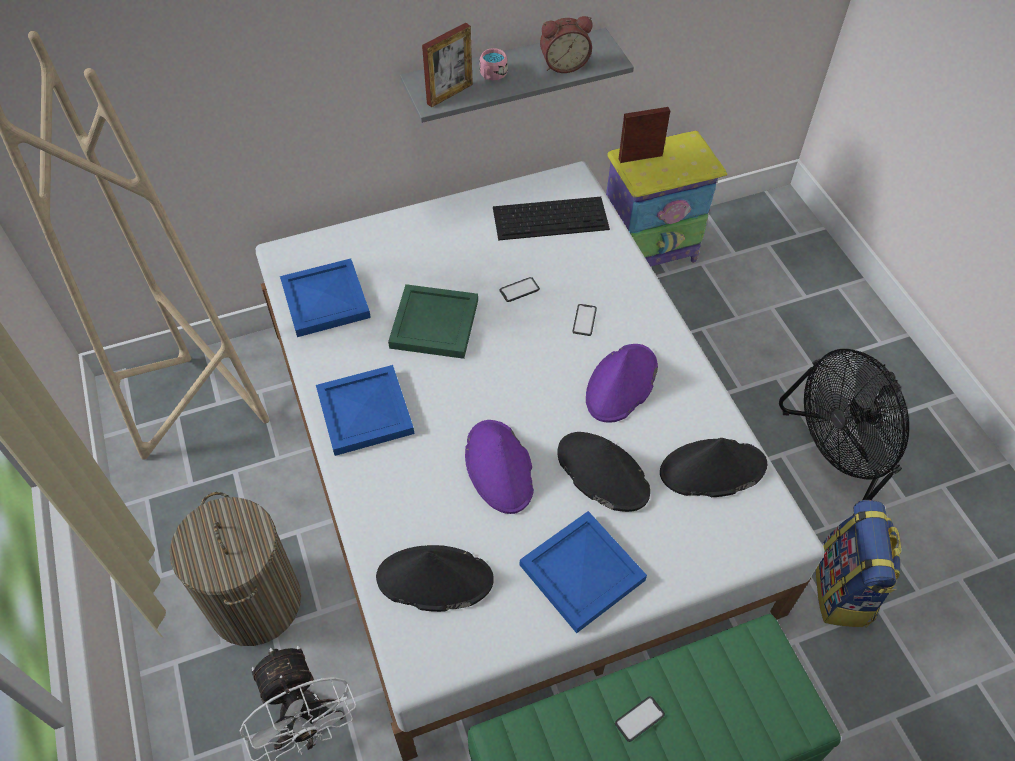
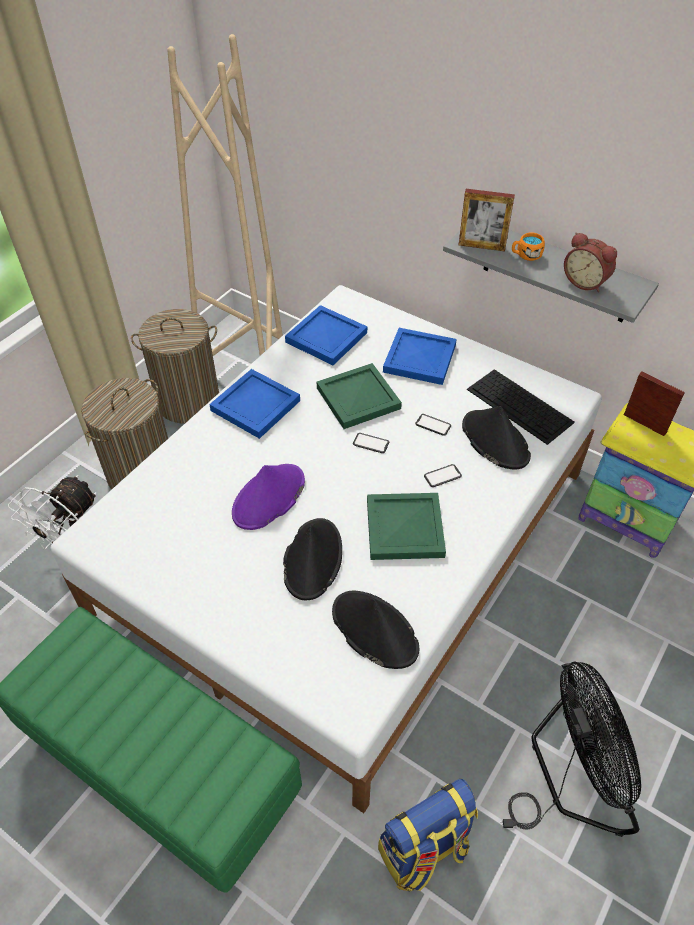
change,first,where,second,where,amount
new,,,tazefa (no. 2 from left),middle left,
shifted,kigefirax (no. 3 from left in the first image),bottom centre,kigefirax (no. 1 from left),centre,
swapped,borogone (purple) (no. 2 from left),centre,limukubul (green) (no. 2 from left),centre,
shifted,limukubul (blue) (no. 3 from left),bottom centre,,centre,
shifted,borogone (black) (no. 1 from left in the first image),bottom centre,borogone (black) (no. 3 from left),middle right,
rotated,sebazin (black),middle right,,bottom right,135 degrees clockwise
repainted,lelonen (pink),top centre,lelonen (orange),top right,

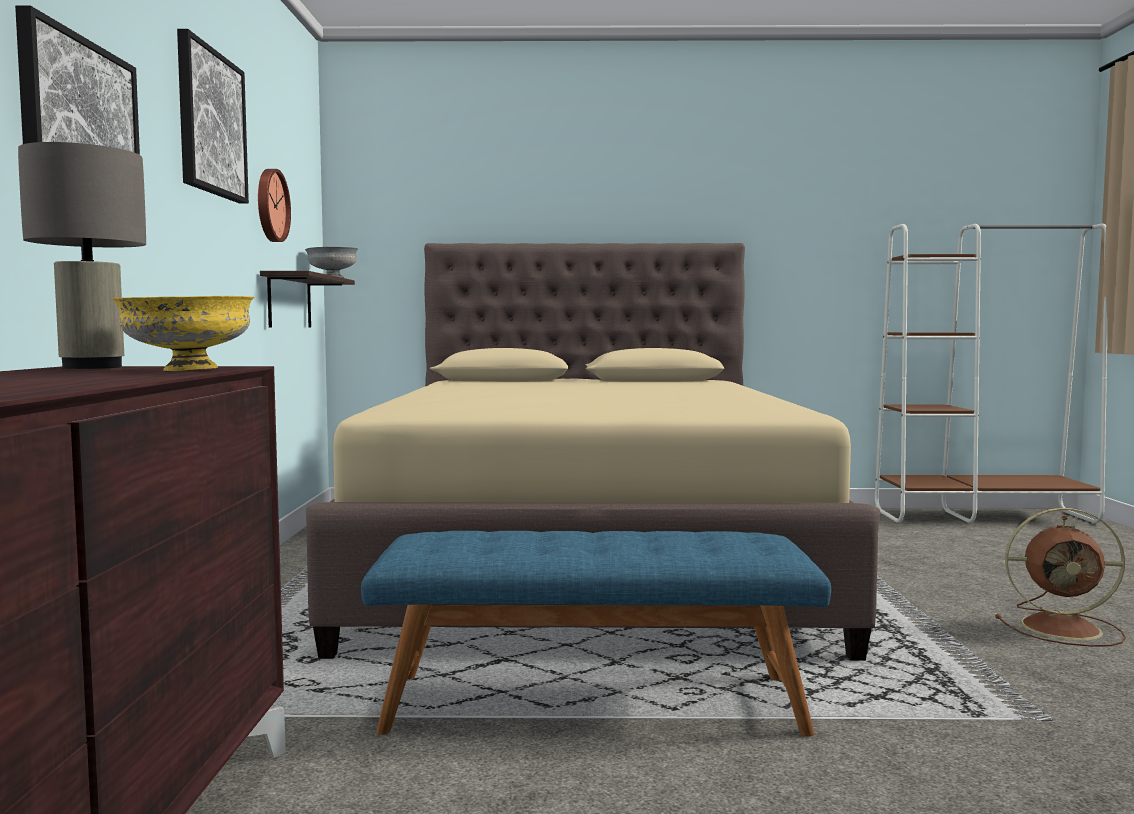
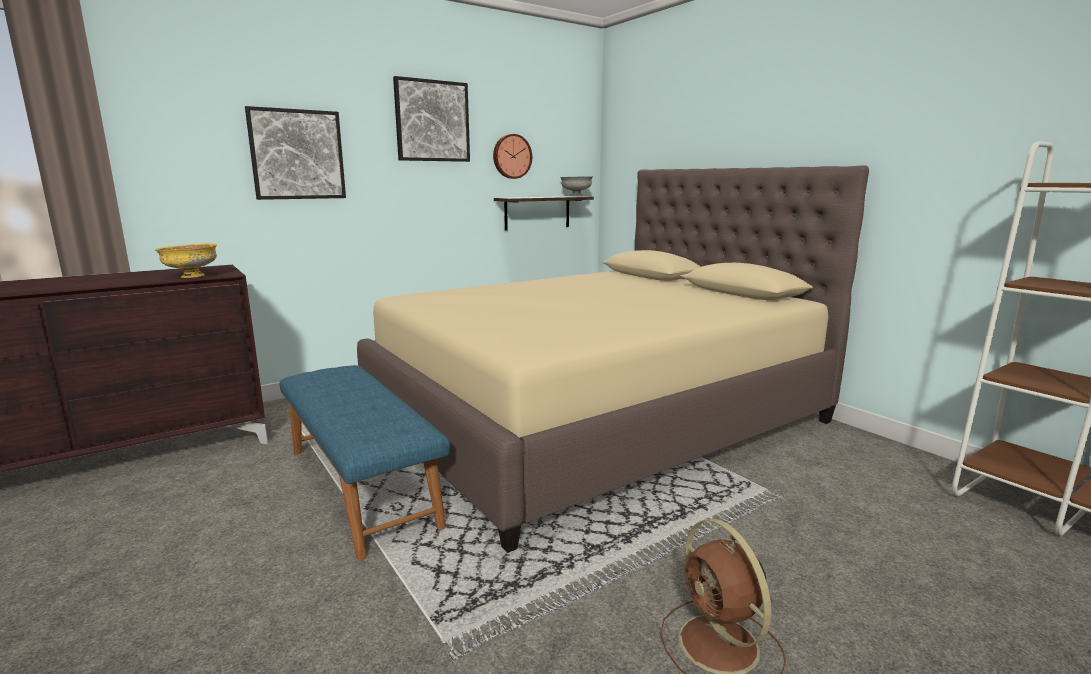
change,first,where,second,where,amount
gone,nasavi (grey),top left,,,

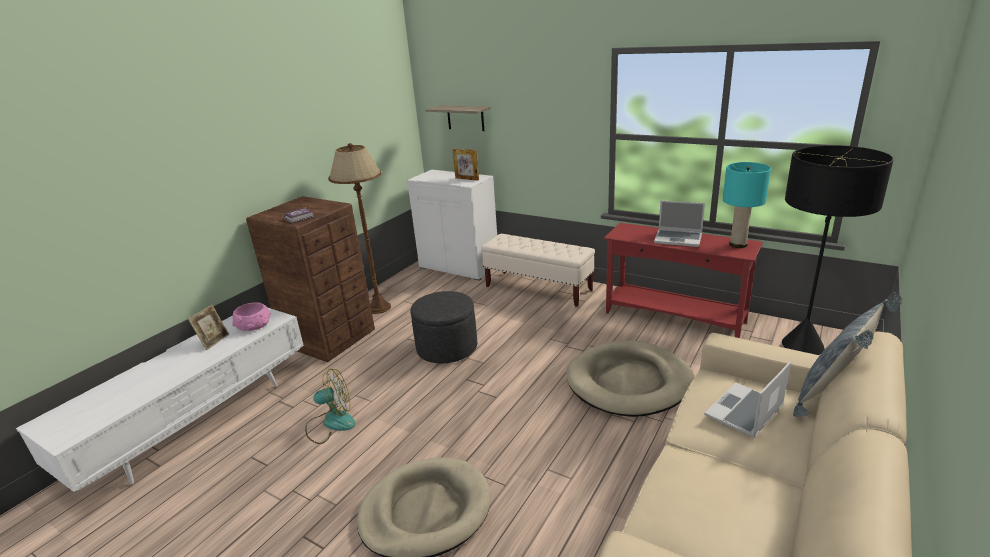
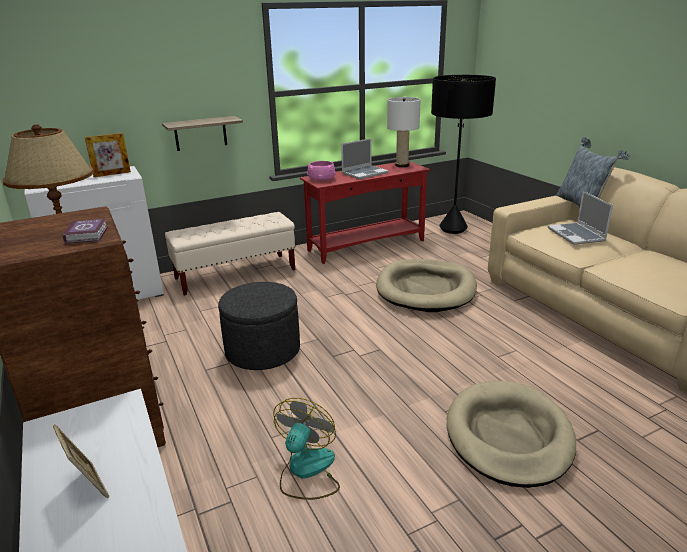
change,first,where,second,where,amount
shifted,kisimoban,top centre,,top left,
shifted,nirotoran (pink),middle left,,top centre,
repainted,nasavi (turquoise),middle right,nasavi (white),top centre,

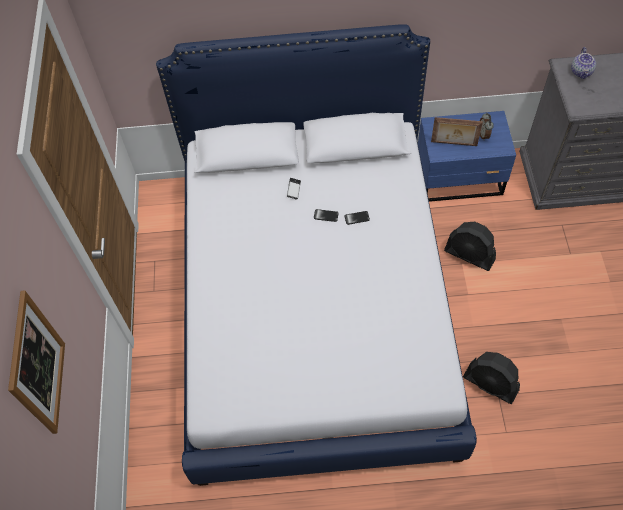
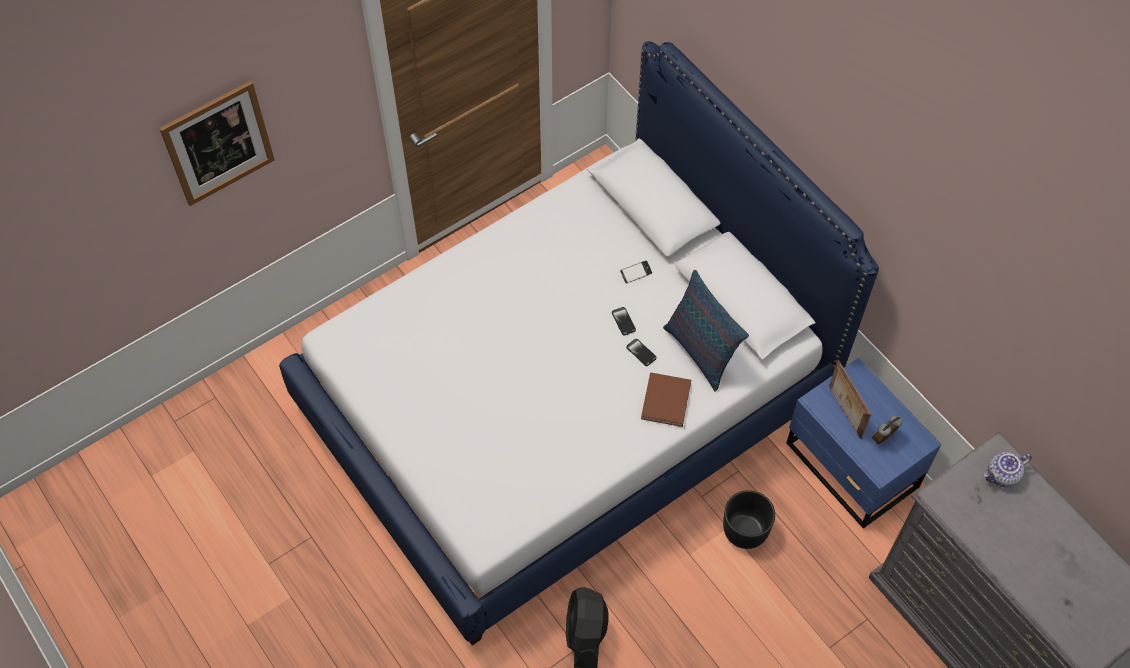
change,first,where,second,where,amount
new,,,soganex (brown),centre,
new,,,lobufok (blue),centre,
swapped,sebazin (black) (no. 1 from left),middle right,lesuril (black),bottom centre,

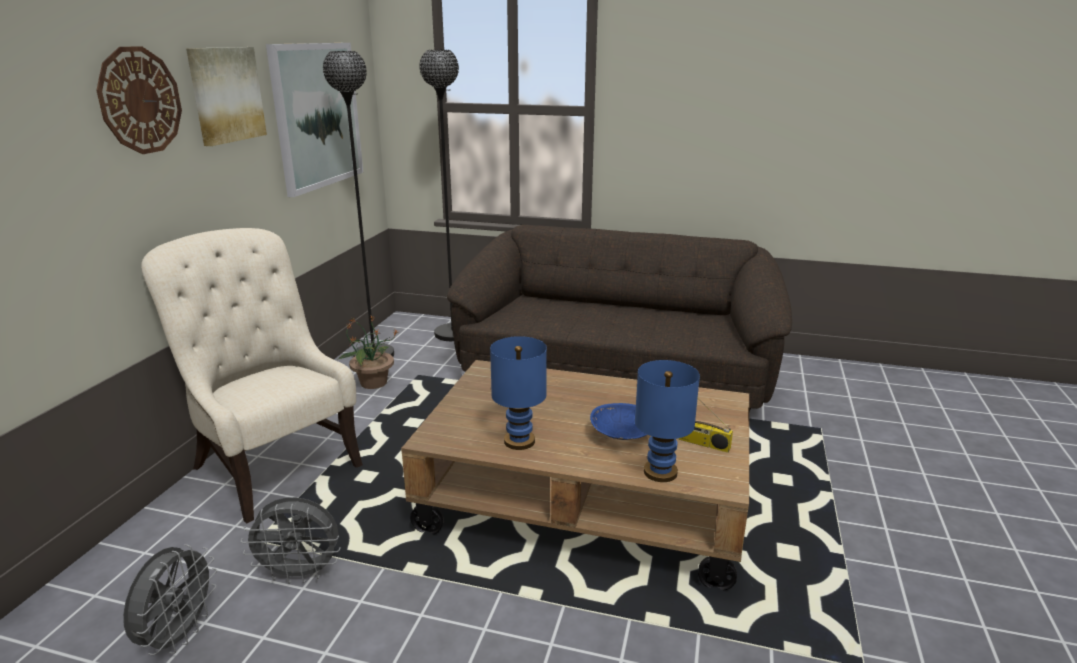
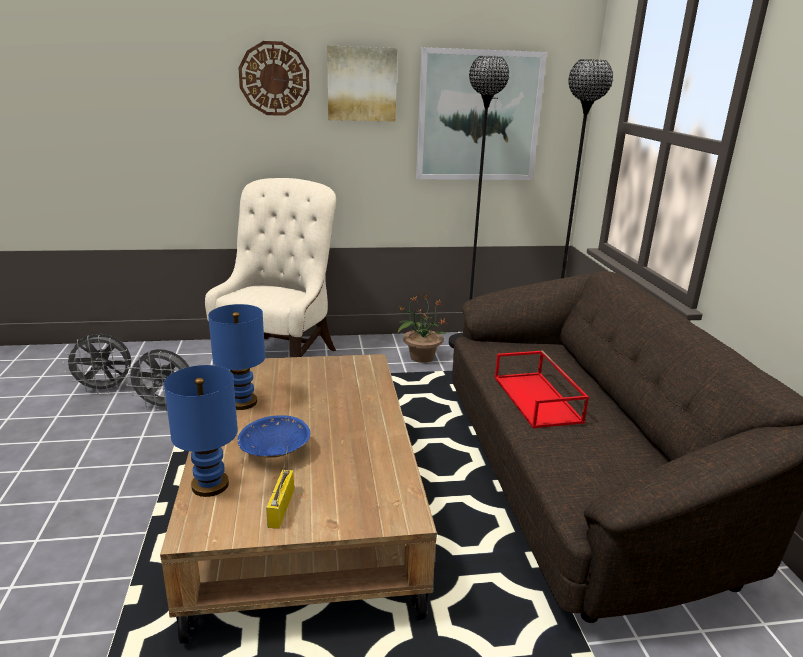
change,first,where,second,where,amount
rotated,sebazin (grey) (no. 2 from left),bottom left,,middle left,60 degrees counterclockwise
new,,,limukubul (red),middle right,

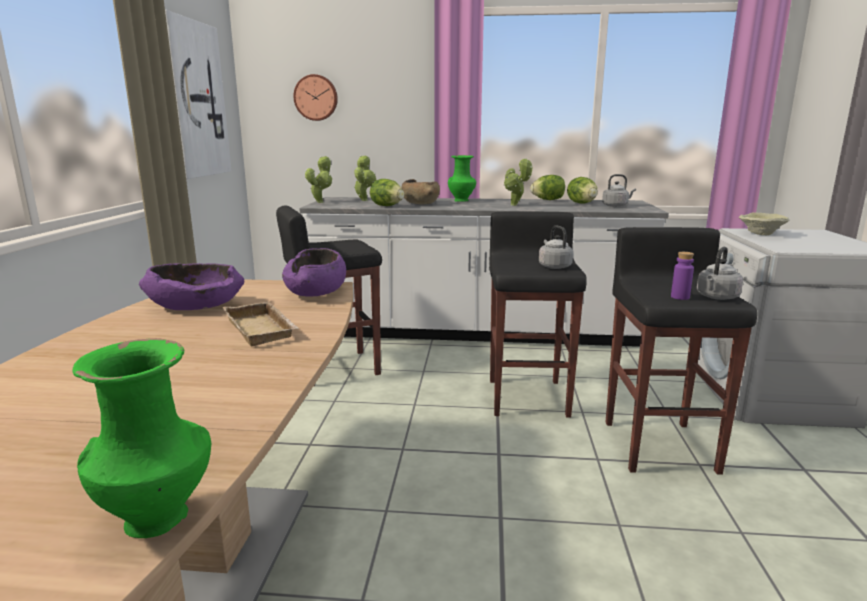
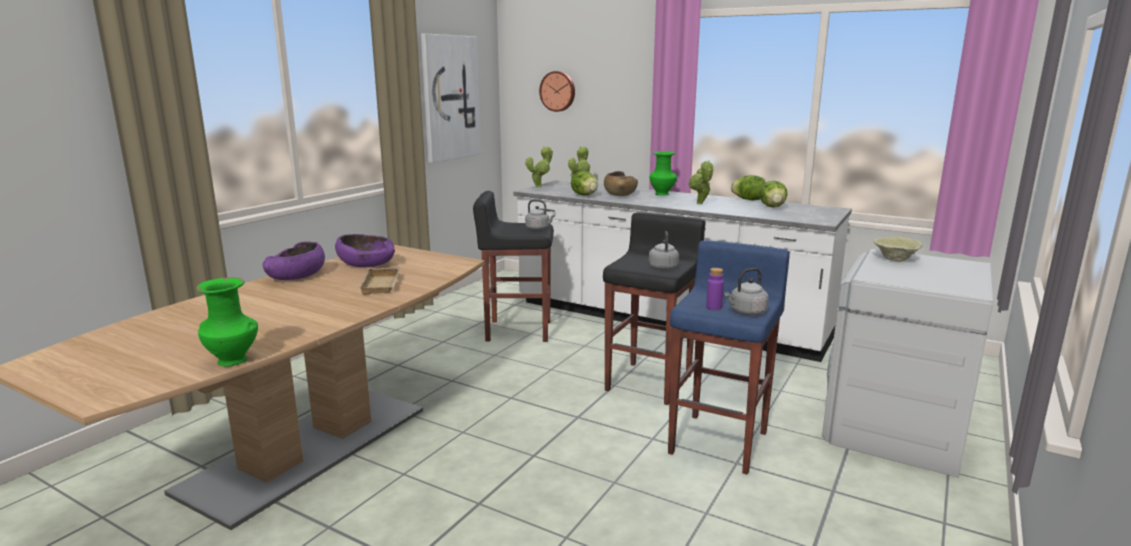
change,first,where,second,where,amount
shifted,nirotoran (purple) (no. 2 from left in the first image),centre,nirotoran (purple) (no. 1 from left),middle left,
shifted,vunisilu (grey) (no. 2 from left in the first image),top right,vunisilu (grey) (no. 1 from left),centre,
repainted,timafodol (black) (no. 3 from left),middle right,timafodol (blue),centre,

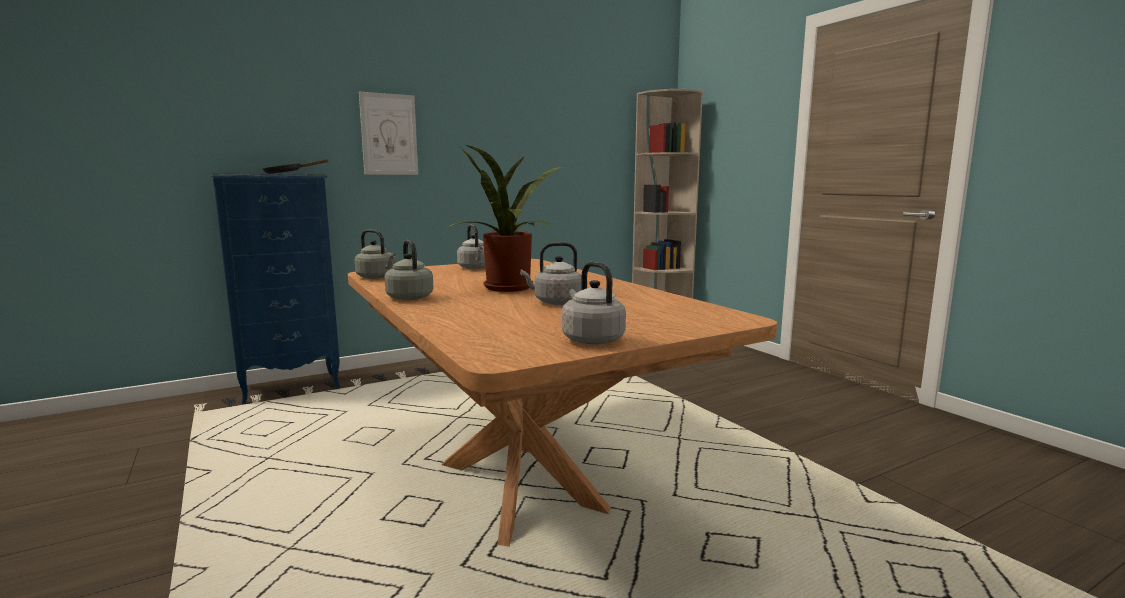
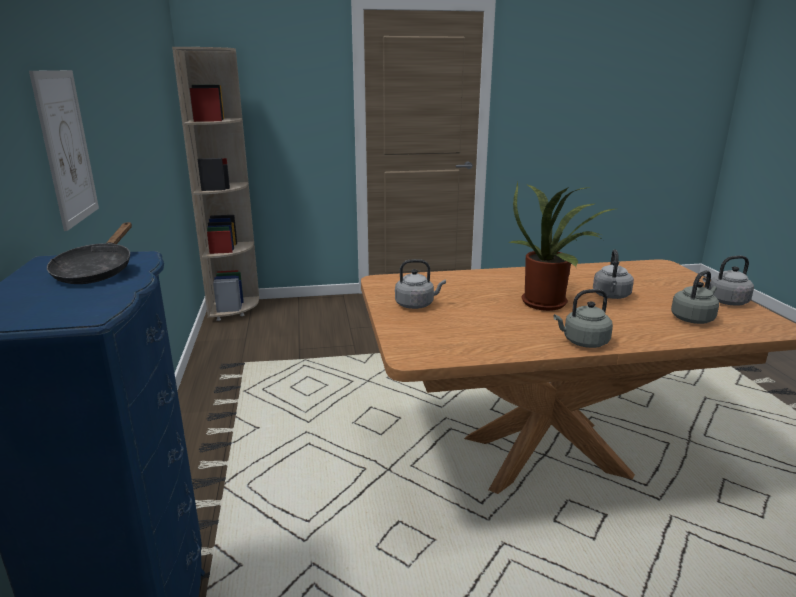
change,first,where,second,where,amount
shifted,vunisilu (grey) (no. 1 from left in the first image),centre,vunisilu (grey) (no. 4 from left),middle right,

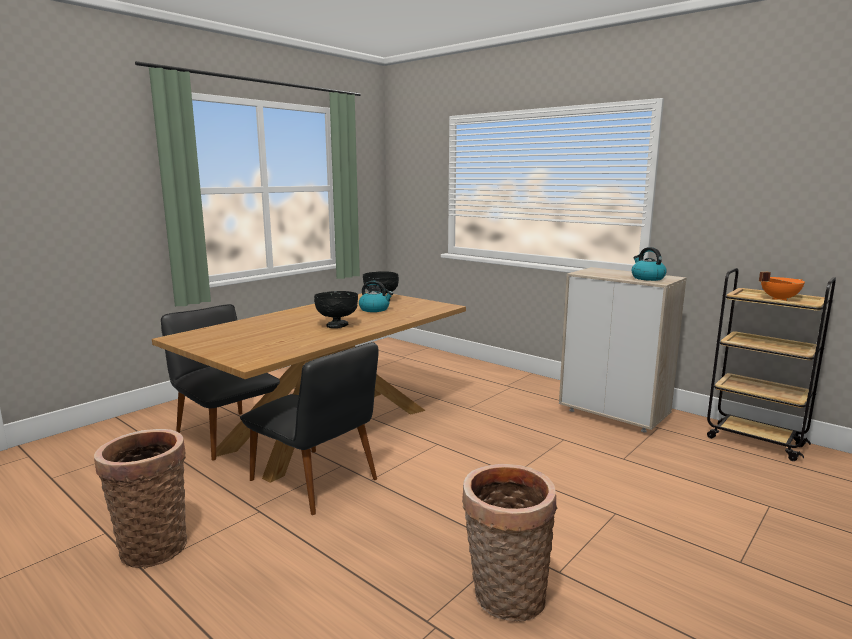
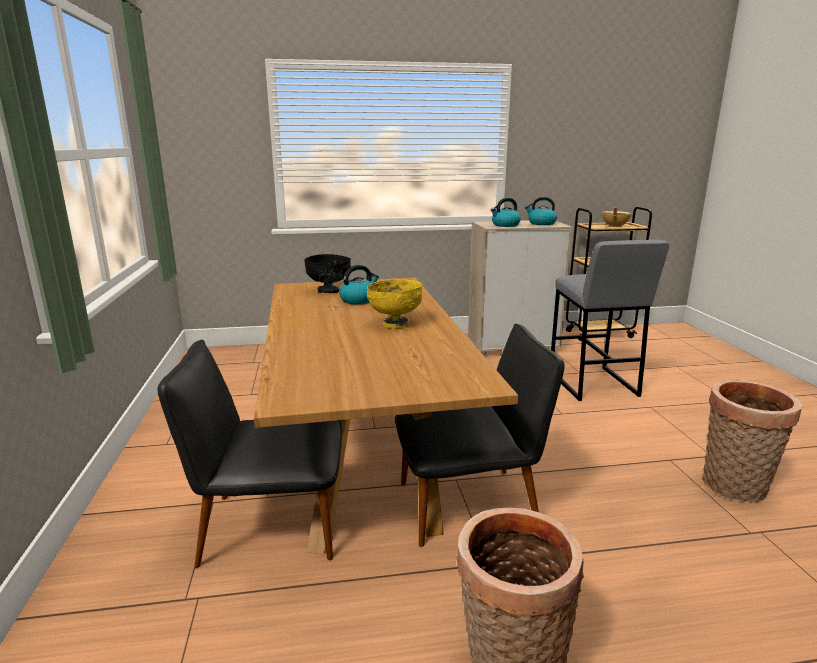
change,first,where,second,where,amount
repainted,nirotoran (black) (no. 1 from left),centre,nirotoran (yellow),centre,
new,,,vunisilu (no. 2 from left),top centre,
new,,,timafodol (grey),middle right,
repainted,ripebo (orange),middle right,ripebo (beige),top right,

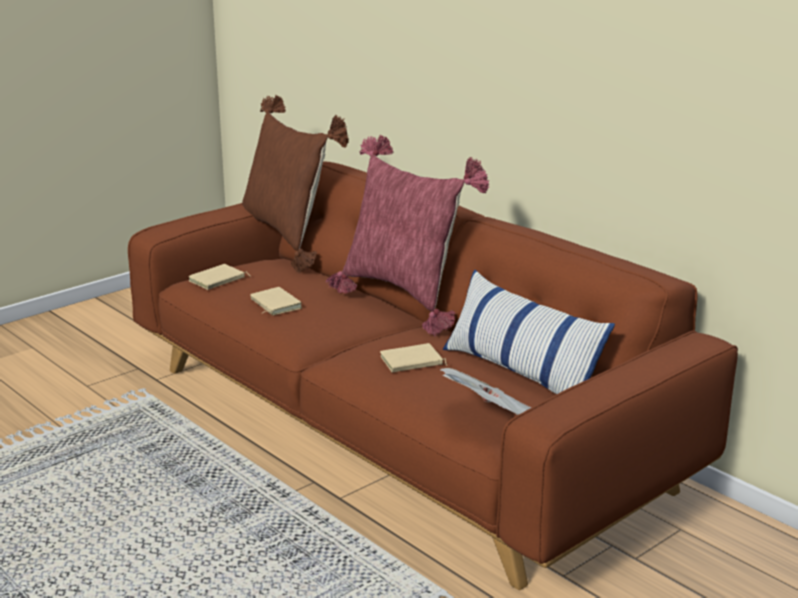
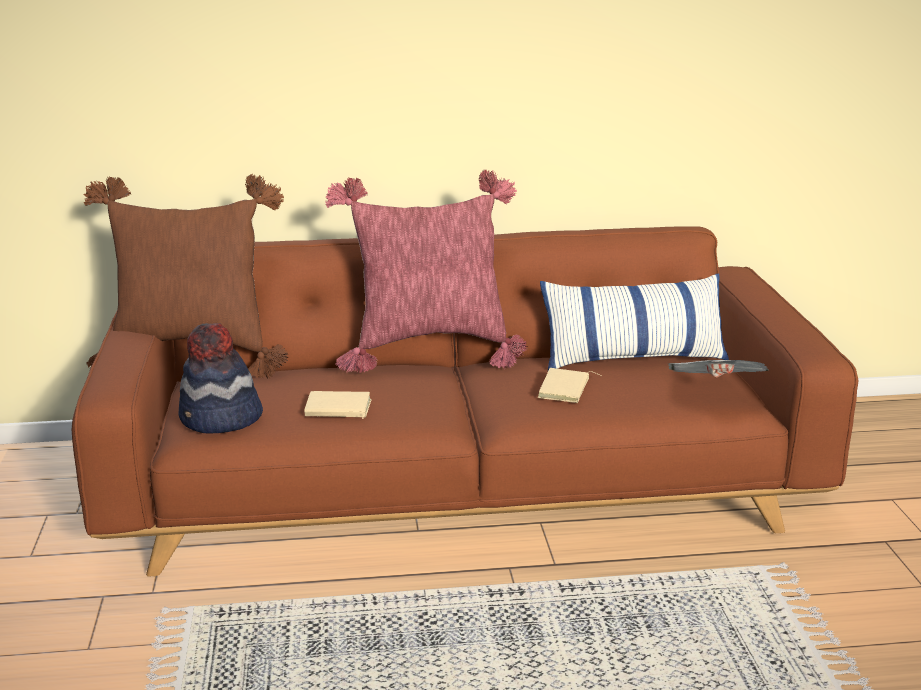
change,first,where,second,where,amount
swapped,soganex (beige) (no. 1 from left),middle left,borogone,middle left,

